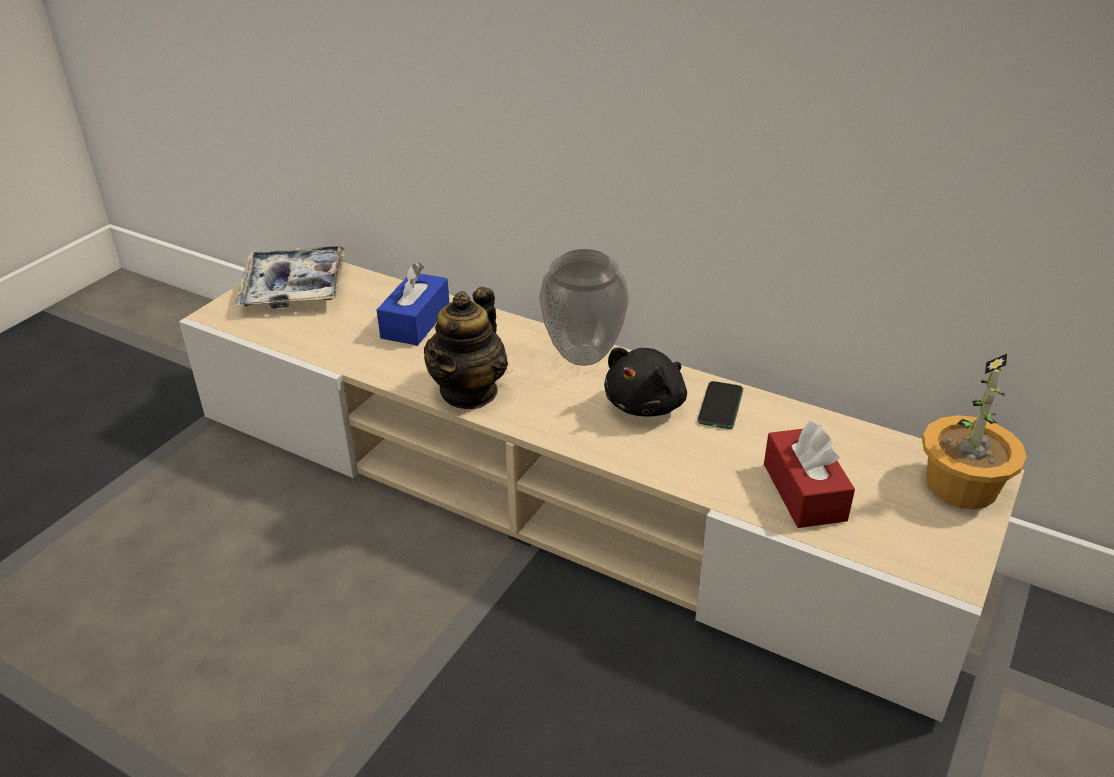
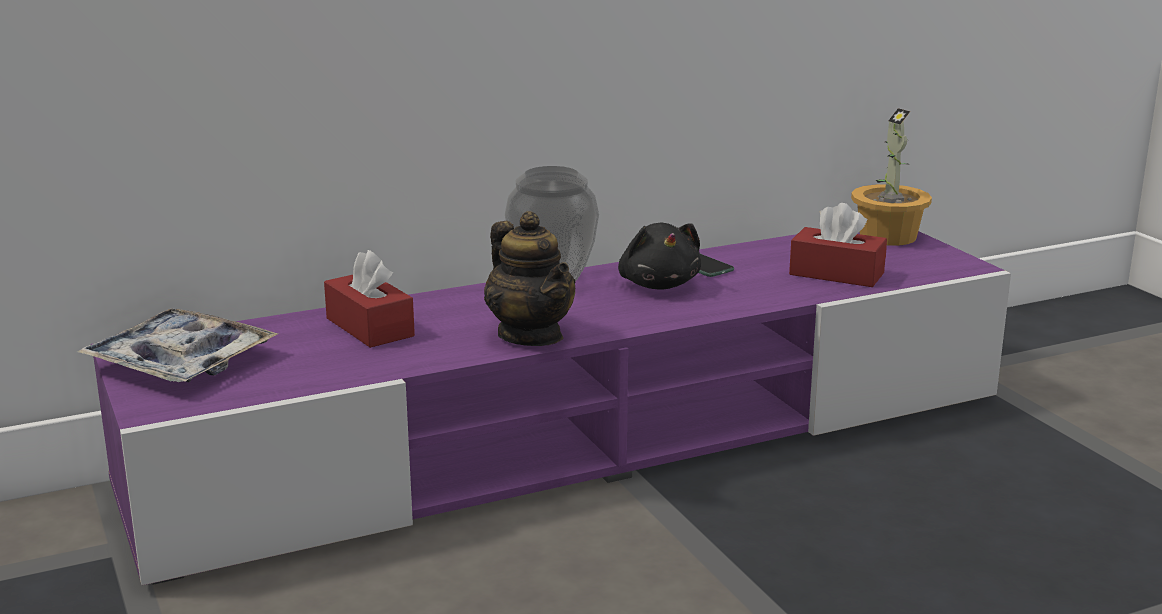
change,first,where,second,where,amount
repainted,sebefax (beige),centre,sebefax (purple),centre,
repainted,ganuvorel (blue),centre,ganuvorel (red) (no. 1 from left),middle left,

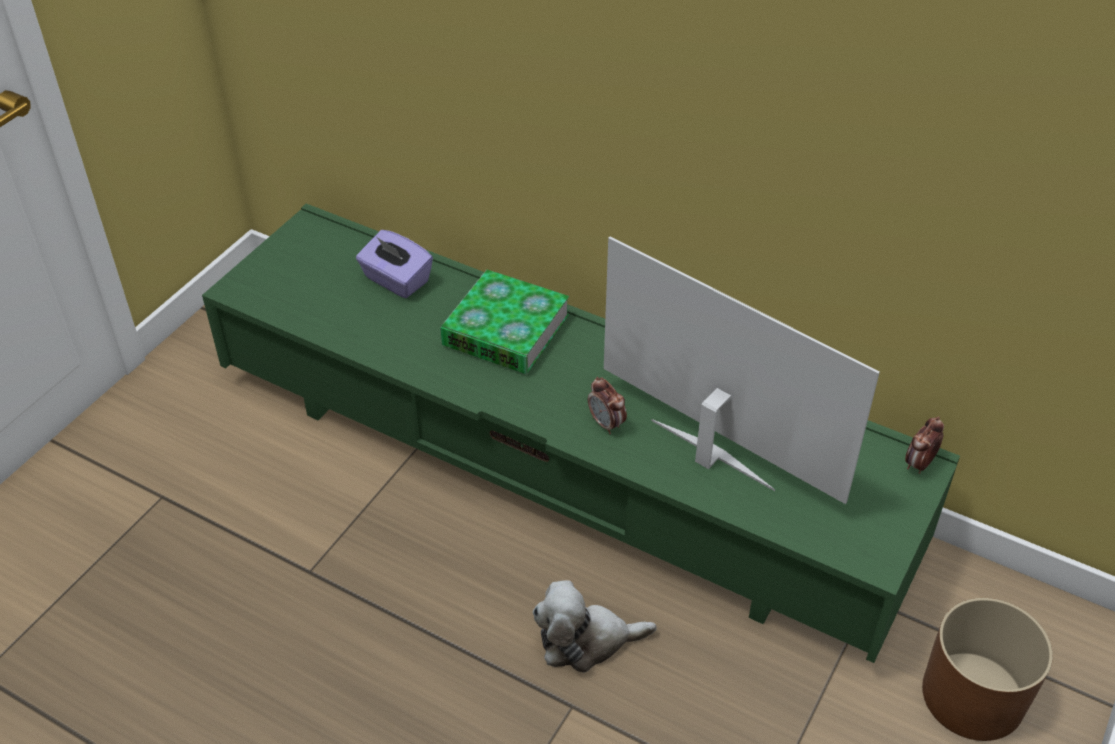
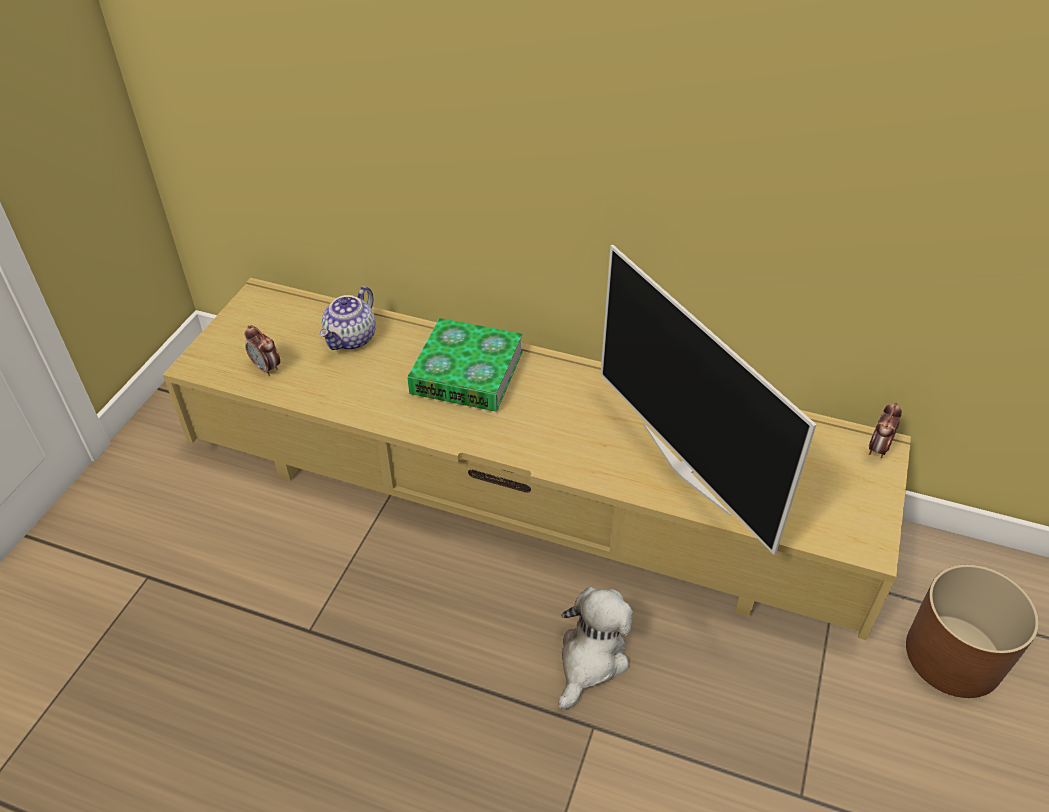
change,first,where,second,where,amount
repainted,sebefax (green),centre,sebefax (beige),centre,
shifted,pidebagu (no. 1 from left),centre,,middle left,
swapped,ganuvorel (purple),centre,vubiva,middle left,
rotated,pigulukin,bottom centre,,bottom centre,135 degrees clockwise
rotated,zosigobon,centre,,middle right,150 degrees counterclockwise

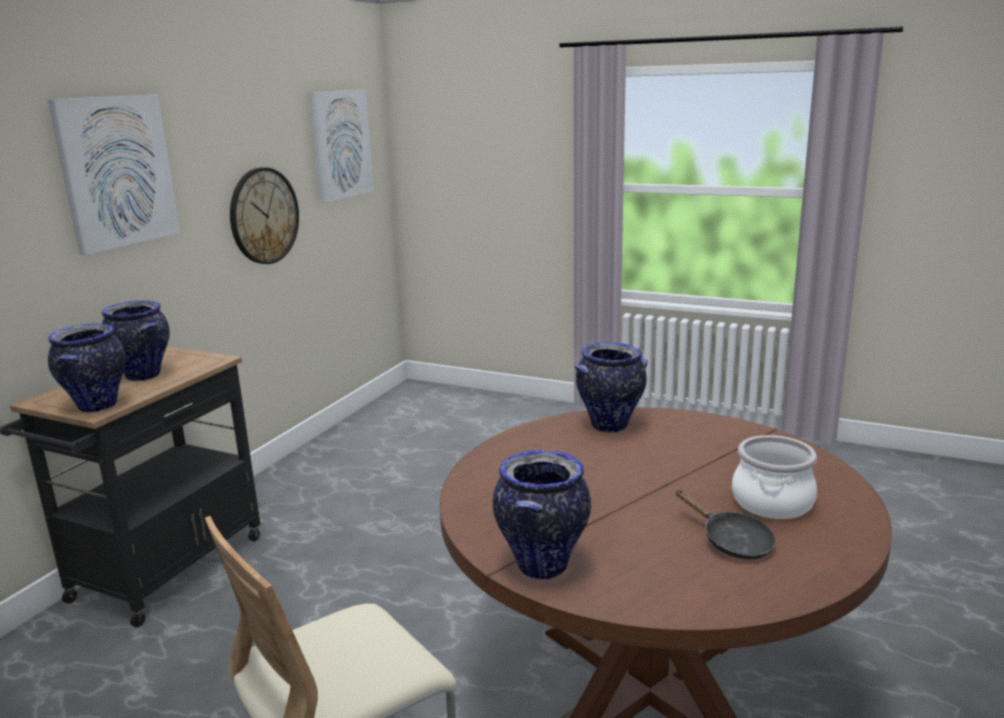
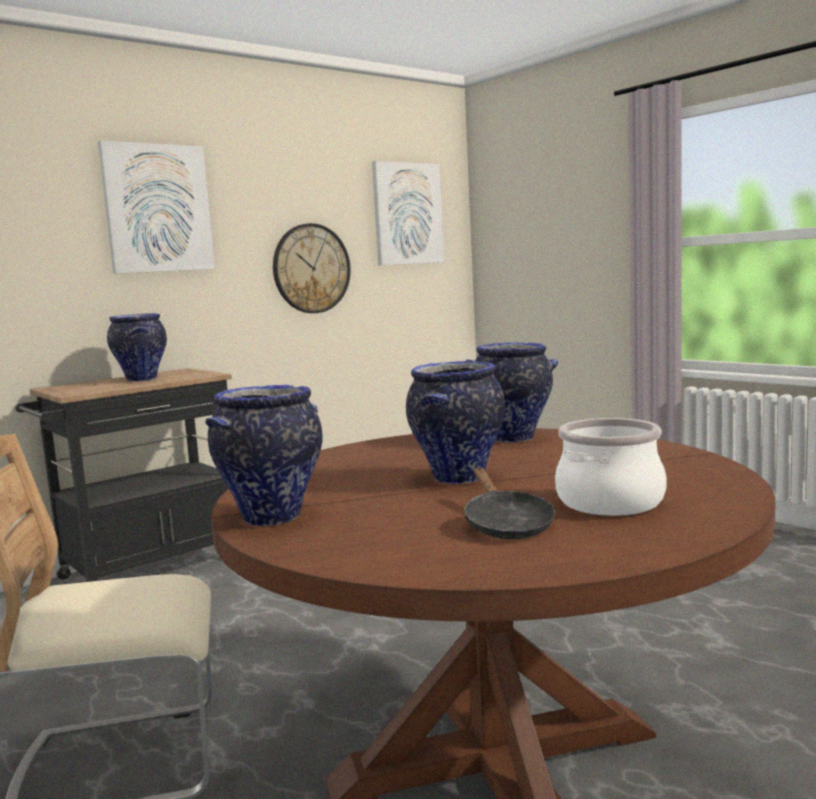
change,first,where,second,where,amount
shifted,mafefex (no. 1 from left in the first image),middle left,mafefex (no. 3 from left),centre,

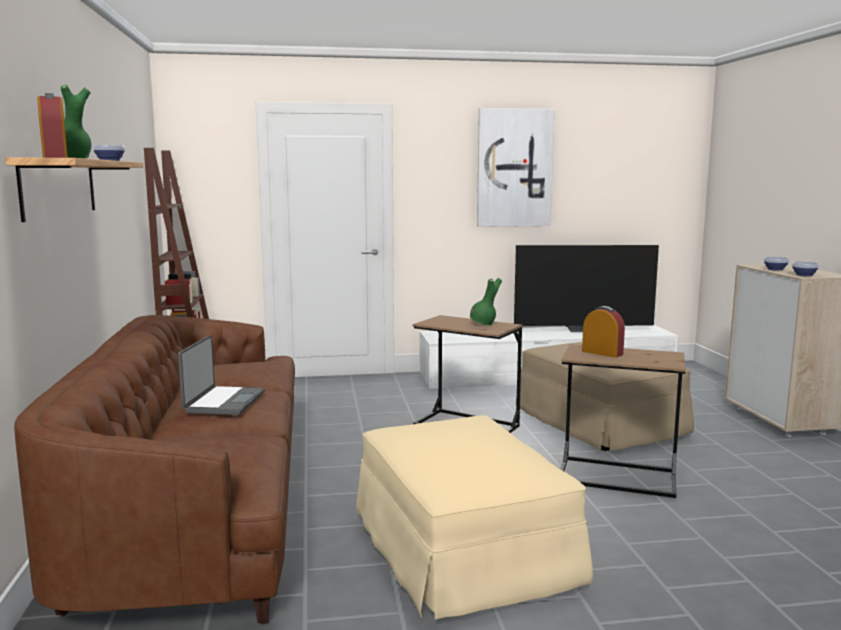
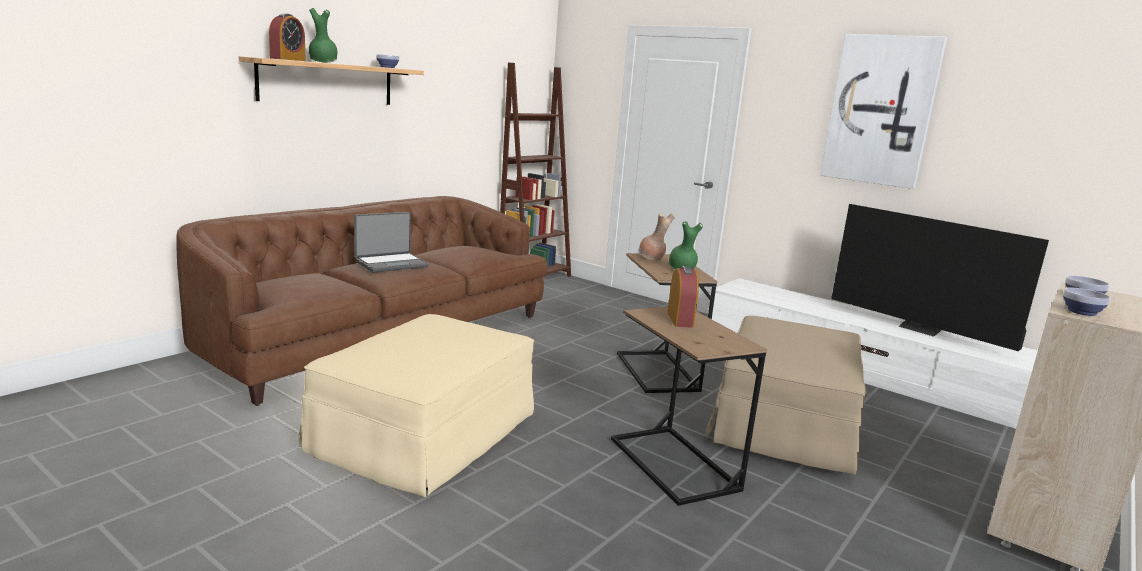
change,first,where,second,where,amount
new,,,mafefex (brown),centre,

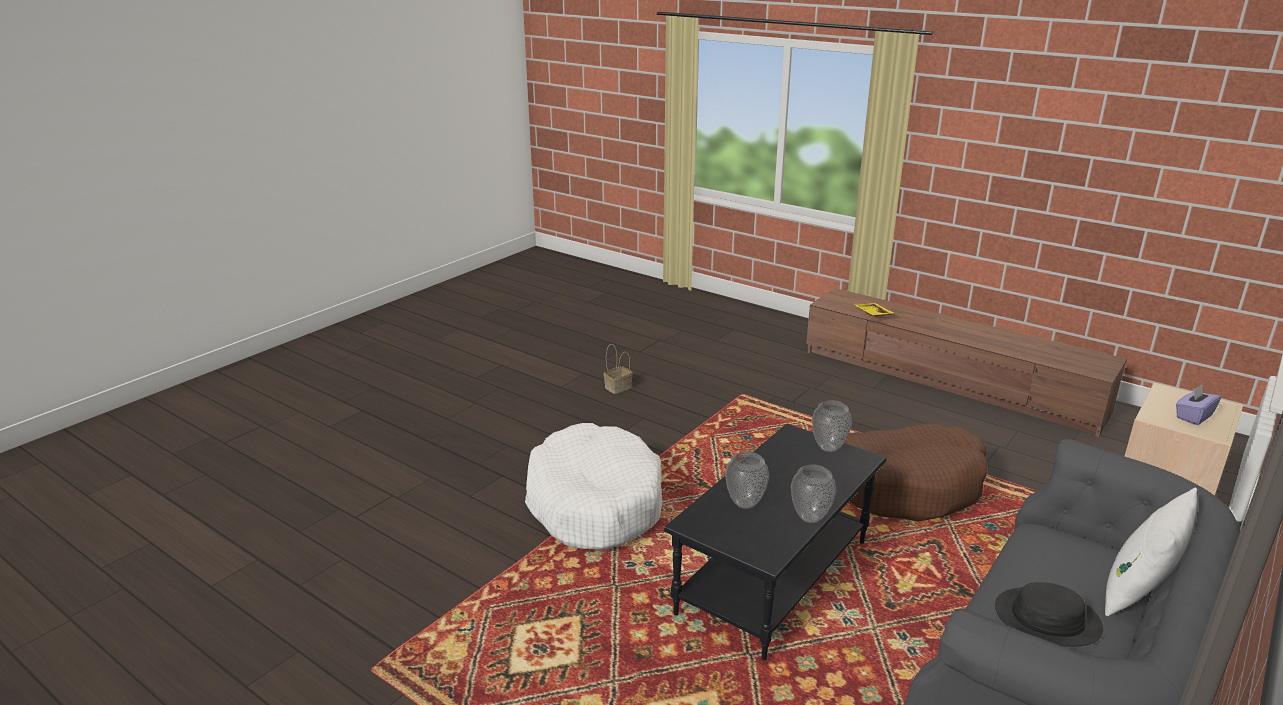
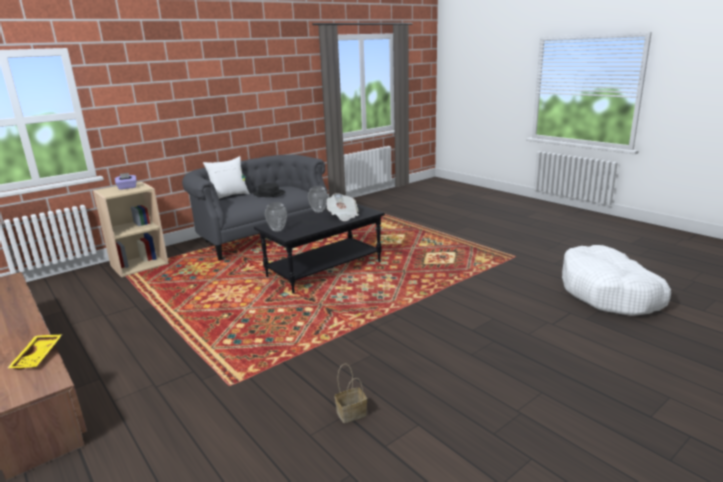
change,first,where,second,where,amount
swapped,mafefex (no. 1 from left),bottom centre,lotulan,centre,
shifted,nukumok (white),bottom centre,,middle right,
gone,nukumok (brown),bottom right,,,

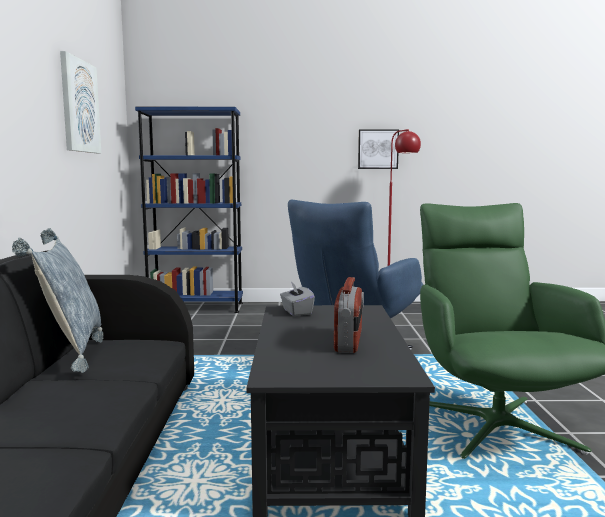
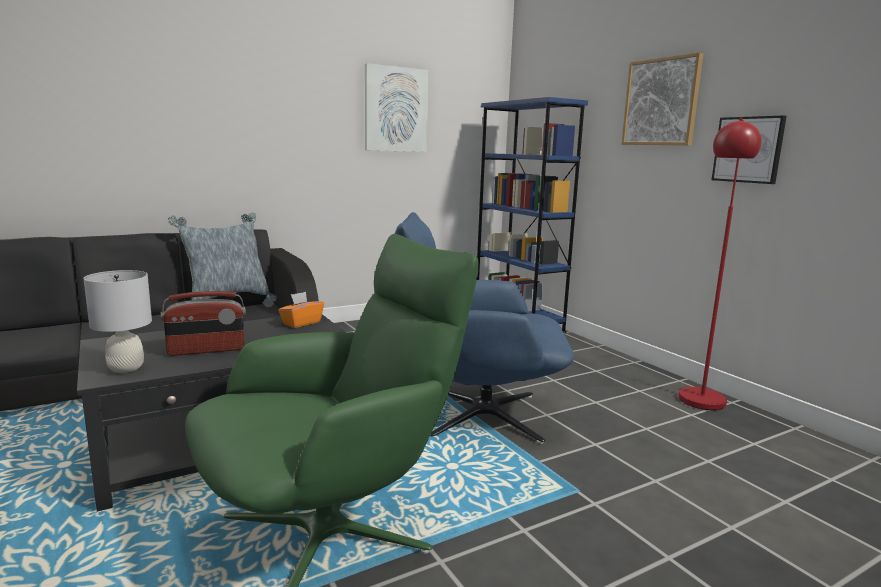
change,first,where,second,where,amount
new,,,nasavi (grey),middle left,
repainted,ganuvorel (grey),centre,ganuvorel (orange),centre,
new,,,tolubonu (no. 2 from left),top right,

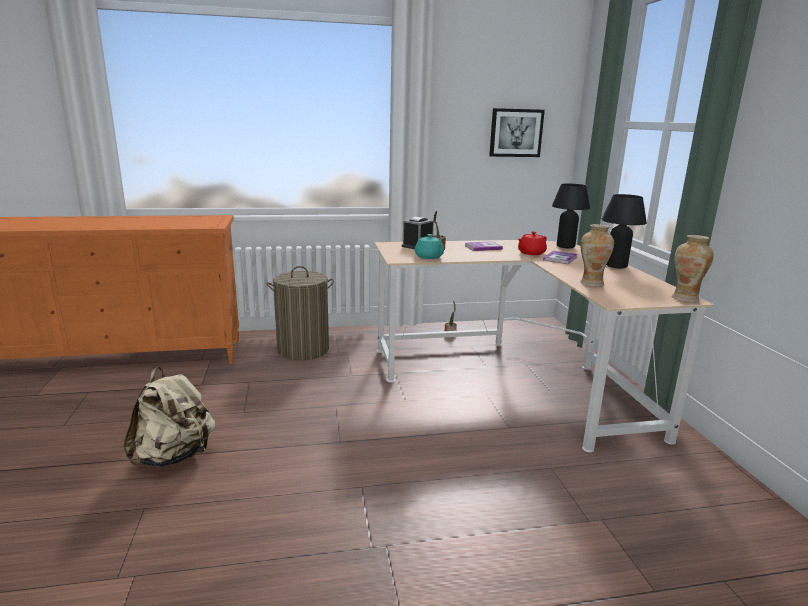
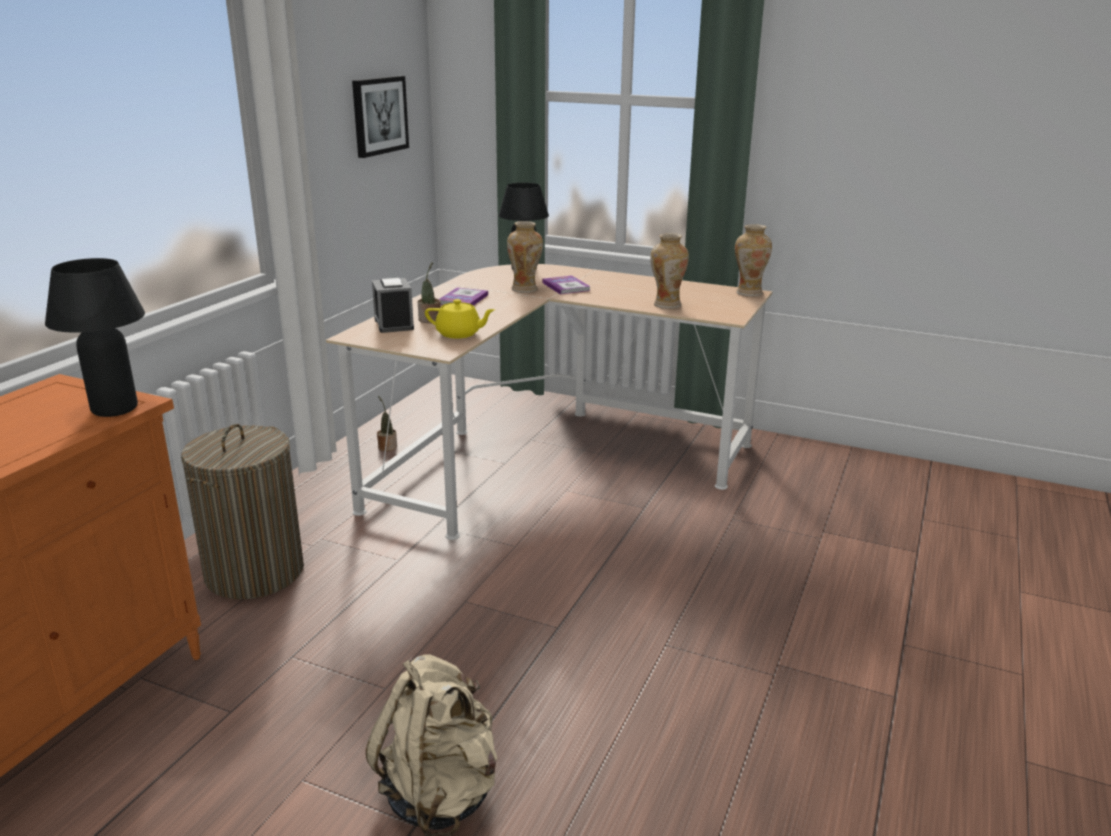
change,first,where,second,where,amount
shifted,nasavi (black) (no. 2 from left in the first image),middle right,nasavi (black) (no. 1 from left),middle left,
repainted,vubiva (turquoise),centre,vubiva (yellow),centre,
swapped,vubiva (red),centre,mafefex (no. 1 from left),top centre,

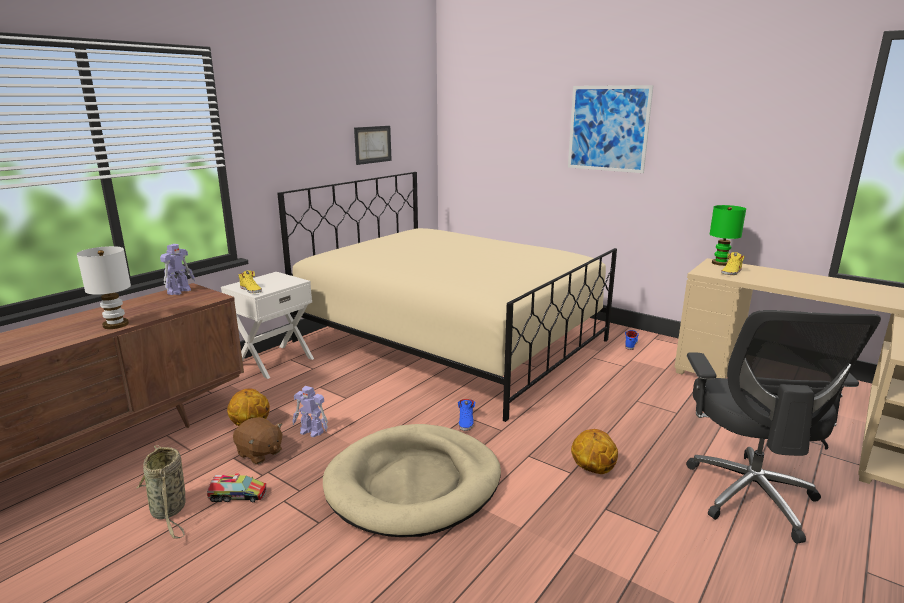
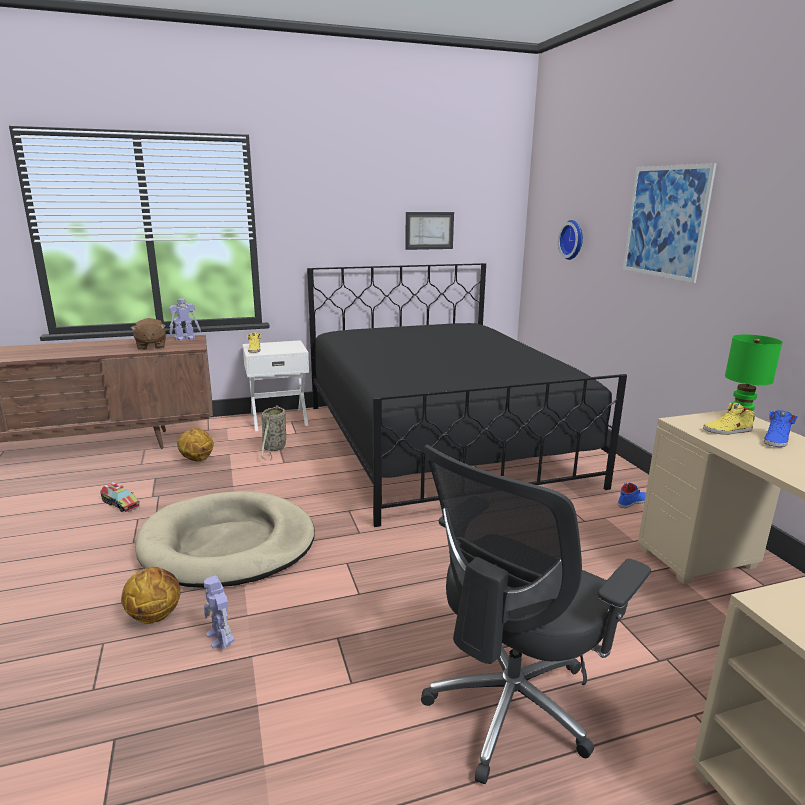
change,first,where,second,where,amount
shifted,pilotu (no. 2 from left in the first image),bottom centre,pilotu (no. 1 from left),bottom left,
shifted,pigulukin (brown),bottom left,,middle left,
shifted,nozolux (no. 2 from left),bottom centre,,bottom left,
shifted,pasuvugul,bottom left,,centre,
repainted,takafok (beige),centre,takafok (black),centre,
new,,,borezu,top right,
shifted,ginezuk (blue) (no. 1 from left in the first image),bottom centre,ginezuk (blue) (no. 2 from left),middle right,
gone,nasavi (white),middle left,,,

